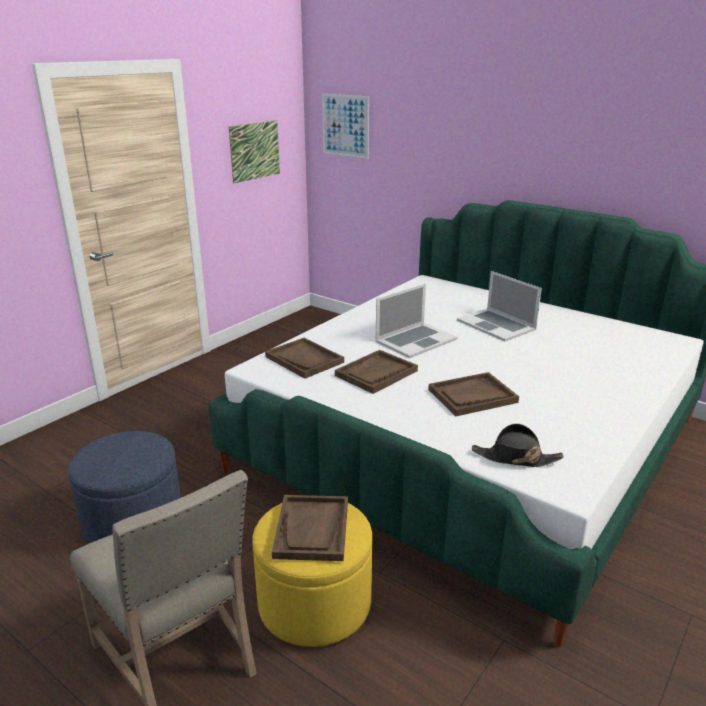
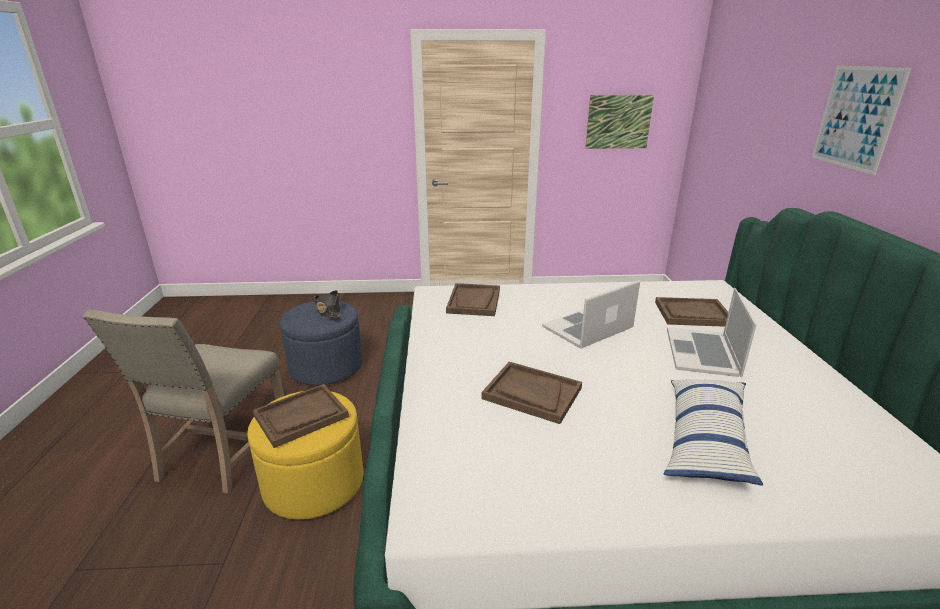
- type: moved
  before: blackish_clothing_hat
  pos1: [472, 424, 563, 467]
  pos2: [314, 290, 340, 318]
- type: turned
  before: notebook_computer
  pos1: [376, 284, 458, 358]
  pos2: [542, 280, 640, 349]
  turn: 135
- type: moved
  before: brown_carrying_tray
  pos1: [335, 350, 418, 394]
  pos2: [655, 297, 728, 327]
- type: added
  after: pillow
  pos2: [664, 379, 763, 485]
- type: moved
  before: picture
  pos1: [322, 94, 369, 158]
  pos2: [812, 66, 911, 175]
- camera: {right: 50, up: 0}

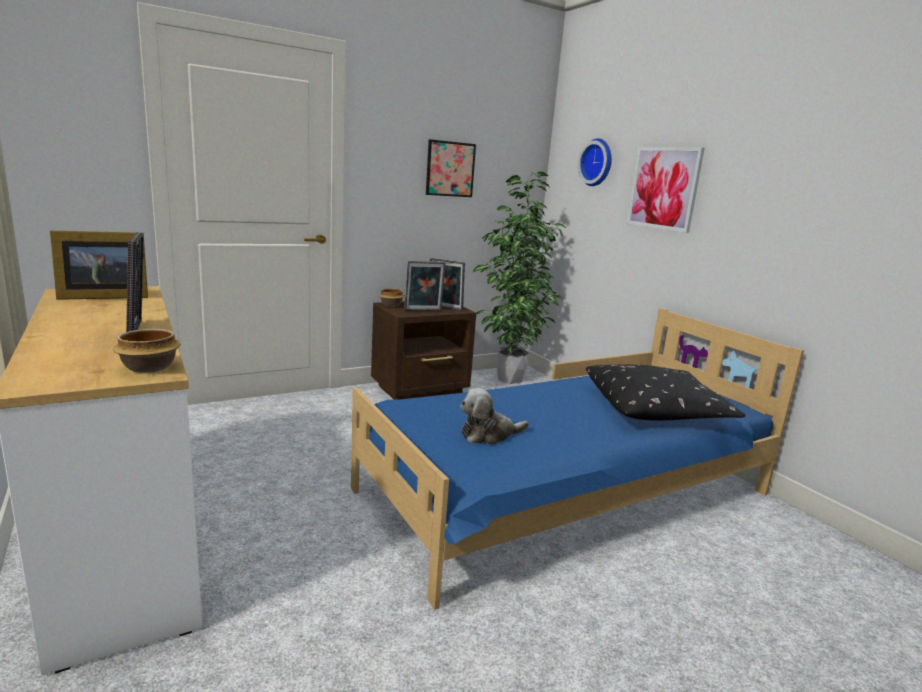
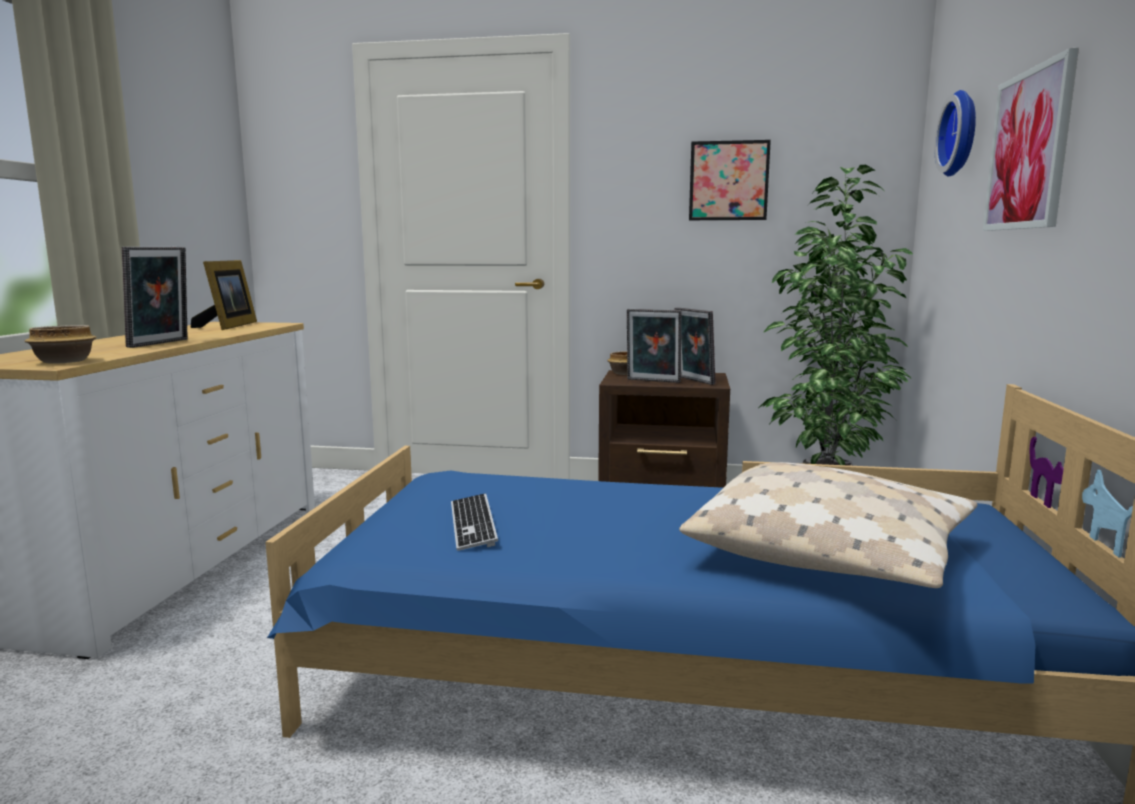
- type: turned
  before: photo_frame
  pos1: [50, 231, 148, 300]
  pos2: [191, 260, 257, 330]
  turn: -105
- type: replaced
  before: plush_toy
  after: computer_keyboard
  pos1: [460, 388, 529, 445]
  pos2: [451, 493, 498, 551]
- type: recoloured
  before: blackish_pillow
  after: beige-coloured_pillow
  pos1: [586, 364, 745, 420]
  pos2: [679, 462, 977, 588]
- camera: {right: 40, up: -5}

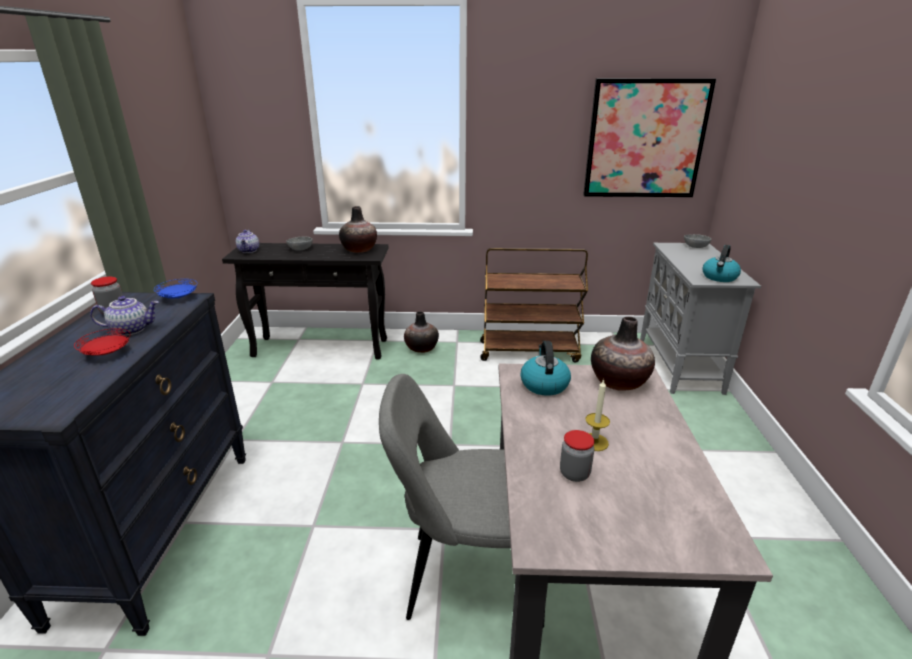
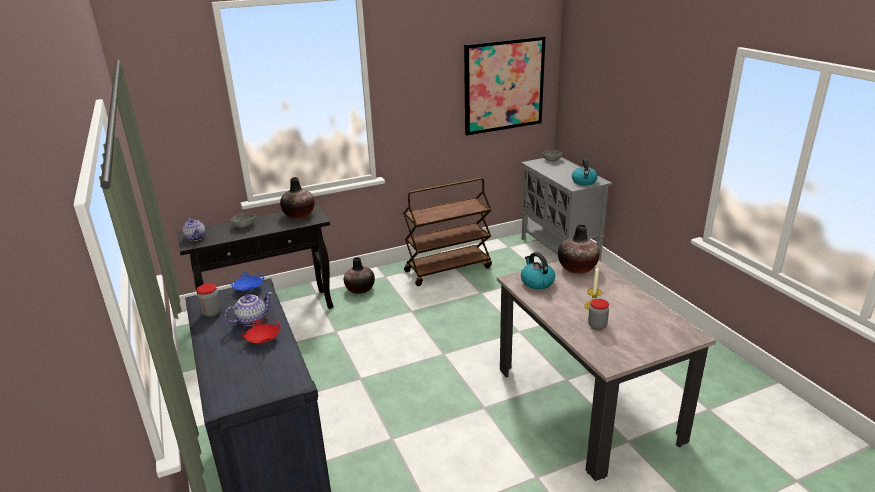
- type: removed
  before: grey_chair
  pos1: [379, 374, 545, 628]
- camera: {right: -25, up: 0}

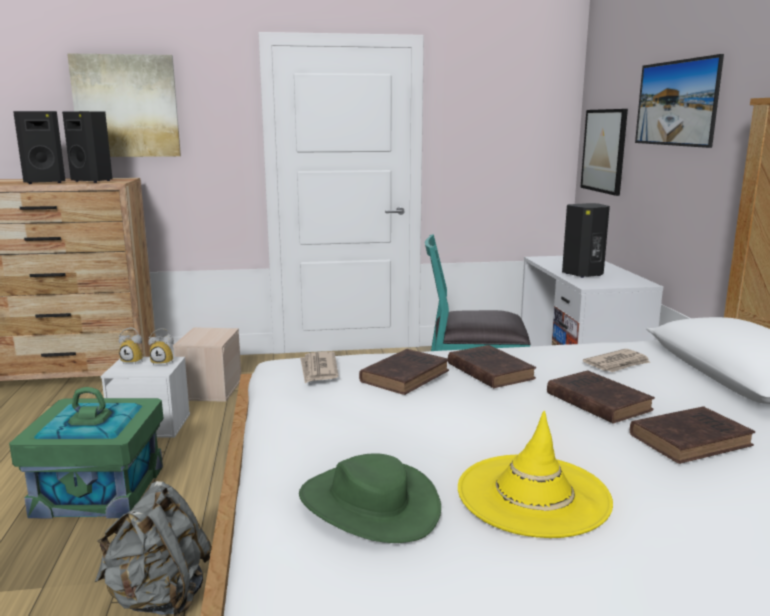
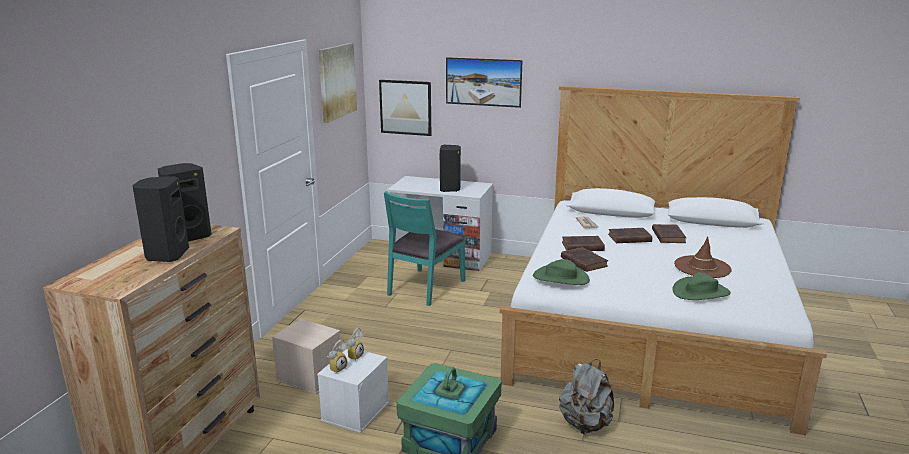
- type: moved
  before: picture
  pos1: [67, 53, 181, 157]
  pos2: [319, 43, 357, 123]
- type: replaced
  before: newspaper
  after: green_clothing_hat
  pos1: [300, 352, 339, 383]
  pos2: [533, 259, 590, 285]
- type: recoloured
  before: yellow_clothing_hat
  after: brown_clothing_hat
  pos1: [458, 411, 613, 538]
  pos2: [674, 236, 732, 278]
- camera: {right: -65, up: 5}

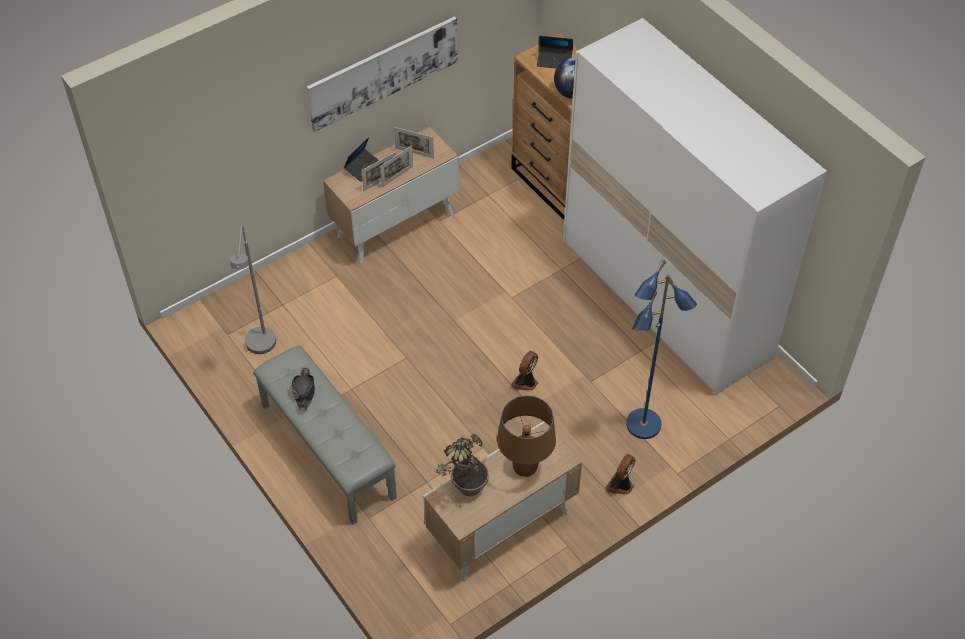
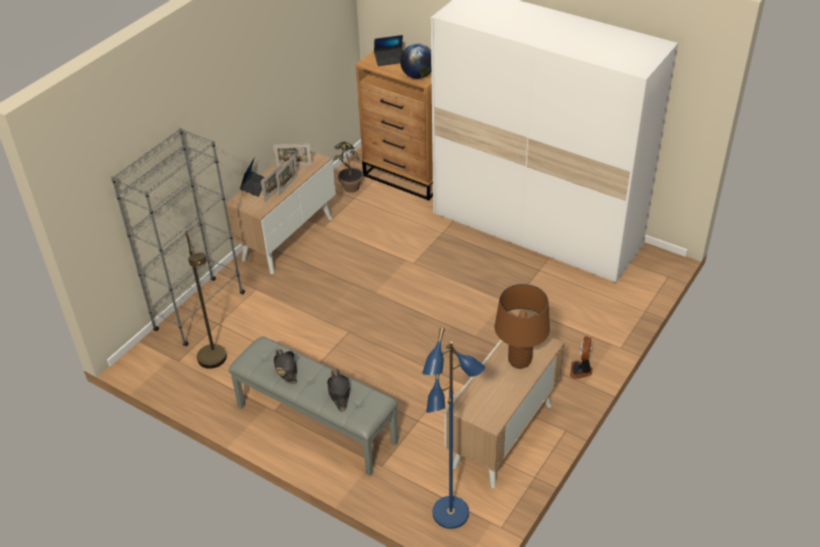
- type: added
  after: grey_bookcase
  pos2: [111, 128, 245, 346]
- type: recoloured
  before: grey_floor_lamp
  after: brown_floor_lamp
  pos1: [230, 225, 276, 354]
  pos2: [186, 231, 227, 369]
- type: added
  after: blackish_clothing_hat
  pos2: [327, 369, 350, 412]
- type: moved
  before: houseplant
  pos1: [433, 434, 489, 496]
  pos2: [333, 141, 363, 193]
- type: moved
  before: blue-coloured_floor_lamp
  pos1: [626, 260, 697, 439]
  pos2: [422, 327, 485, 529]
- type: removed
  before: picture
  pos1: [307, 16, 458, 132]
- type: removed
  before: electric_fan
  pos1: [511, 351, 538, 390]
- camera: {right: -20, up: -10}

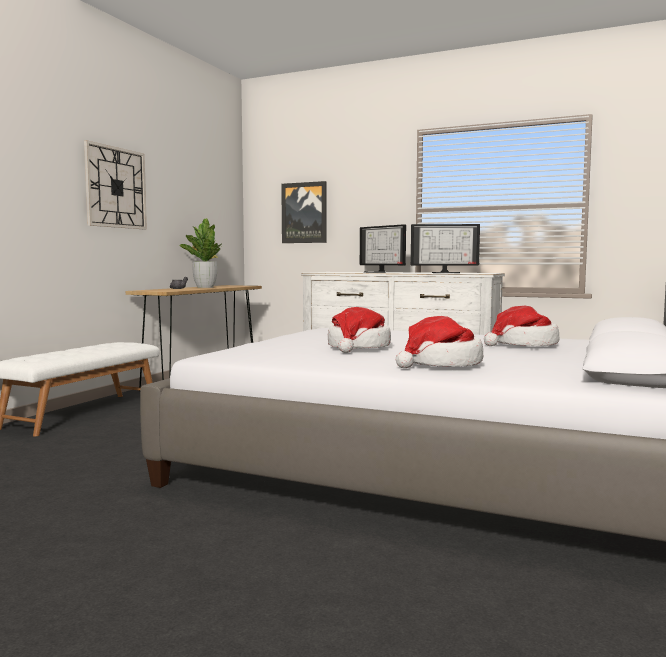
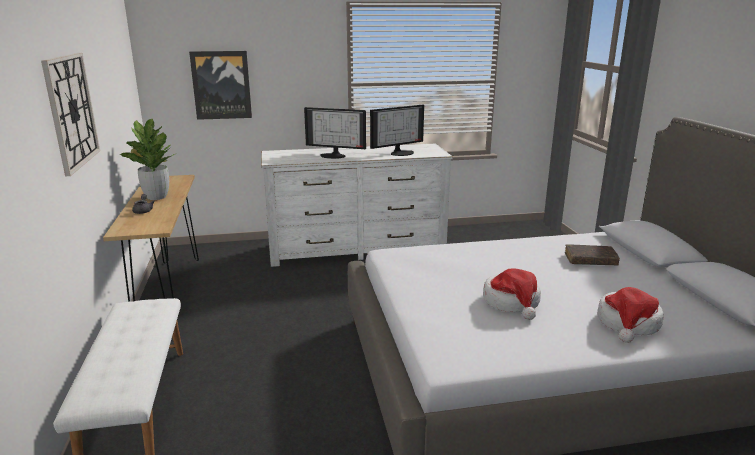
- type: replaced
  before: clothing_hat
  after: brown_bound_book
  pos1: [484, 306, 559, 346]
  pos2: [565, 244, 620, 265]
- camera: {right: -35, up: 15}

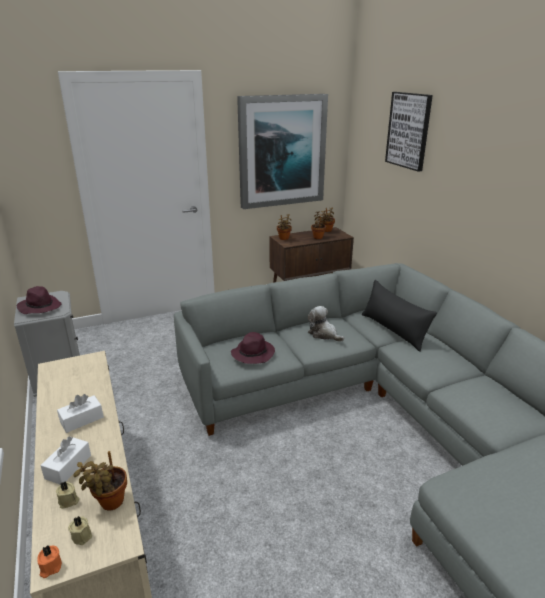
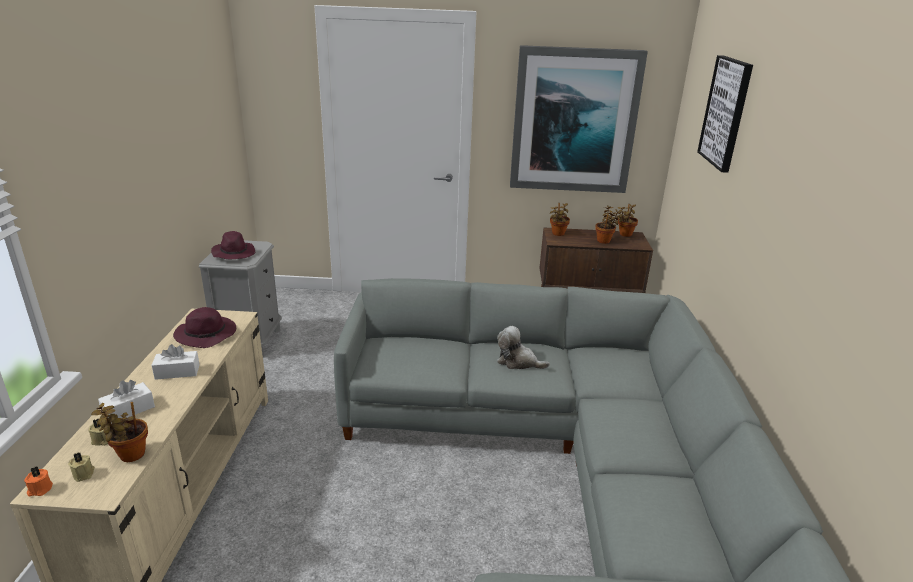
- type: moved
  before: purple-coloured_clothing_hat
  pos1: [231, 332, 275, 364]
  pos2: [173, 307, 236, 348]
- type: turned
  before: plush_toy
  pos1: [308, 306, 344, 342]
  pos2: [497, 326, 550, 369]
  turn: -45
- type: removed
  before: blackish_pillow
  pos1: [362, 280, 437, 352]
- camera: {right: 25, up: 0}

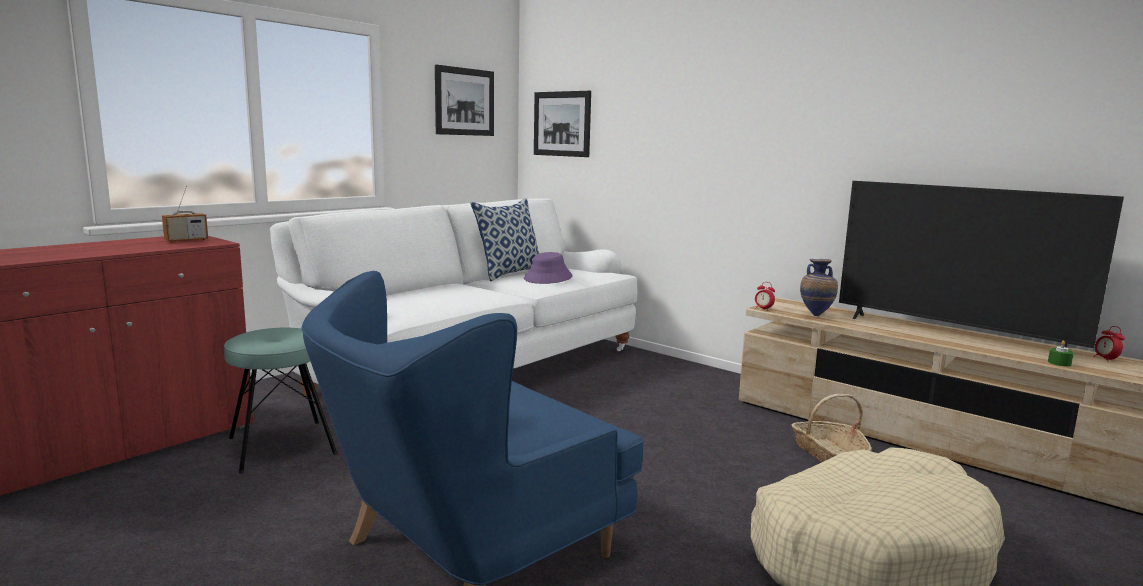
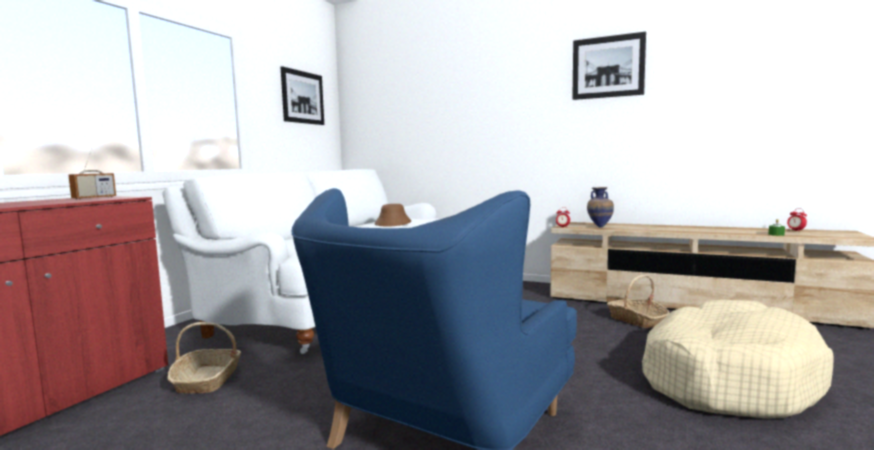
- type: replaced
  before: blue-green_stool
  after: storage_basket
  pos1: [224, 327, 337, 474]
  pos2: [167, 322, 241, 394]
- type: recoloured
  before: purple-coloured_clothing_hat
  after: brown_clothing_hat
  pos1: [524, 252, 573, 284]
  pos2: [375, 204, 411, 227]
- type: moved
  before: picture
  pos1: [534, 91, 591, 157]
  pos2: [572, 32, 646, 100]
- type: removed
  before: pillow
  pos1: [471, 198, 539, 281]
- type: removed
  before: television
  pos1: [839, 181, 1124, 348]
- camera: {right: -15, up: -5}

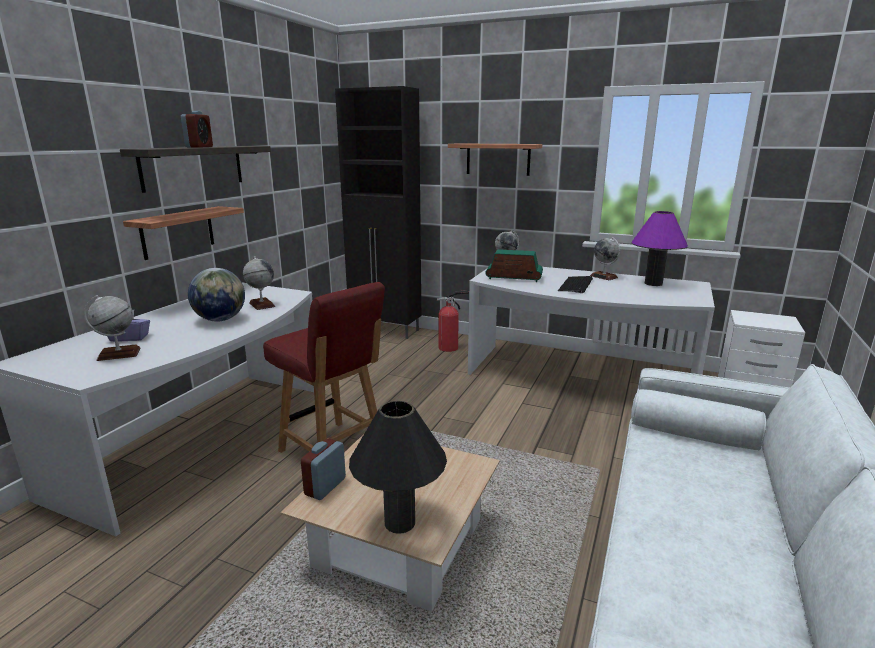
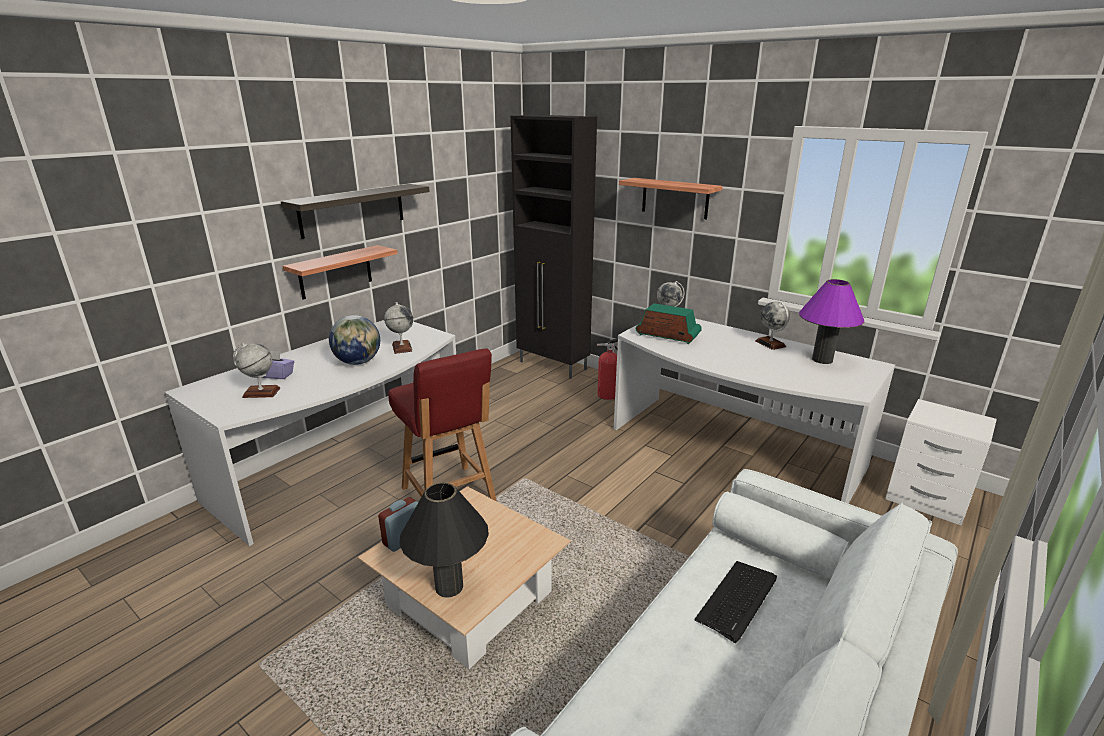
- type: moved
  before: computer_keyboard
  pos1: [558, 276, 593, 293]
  pos2: [694, 561, 777, 643]
- type: removed
  before: alarm_clock
  pos1: [181, 111, 213, 148]
- camera: {right: 15, up: 5}

